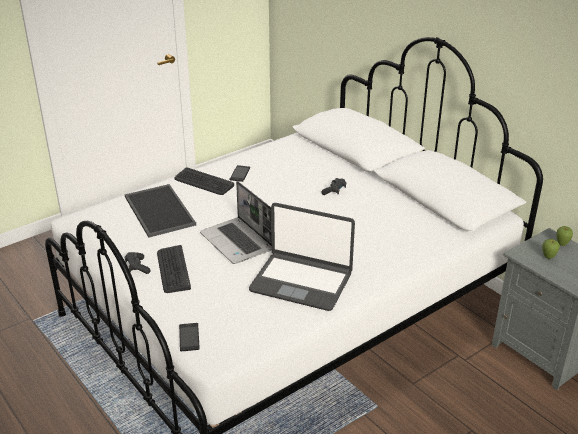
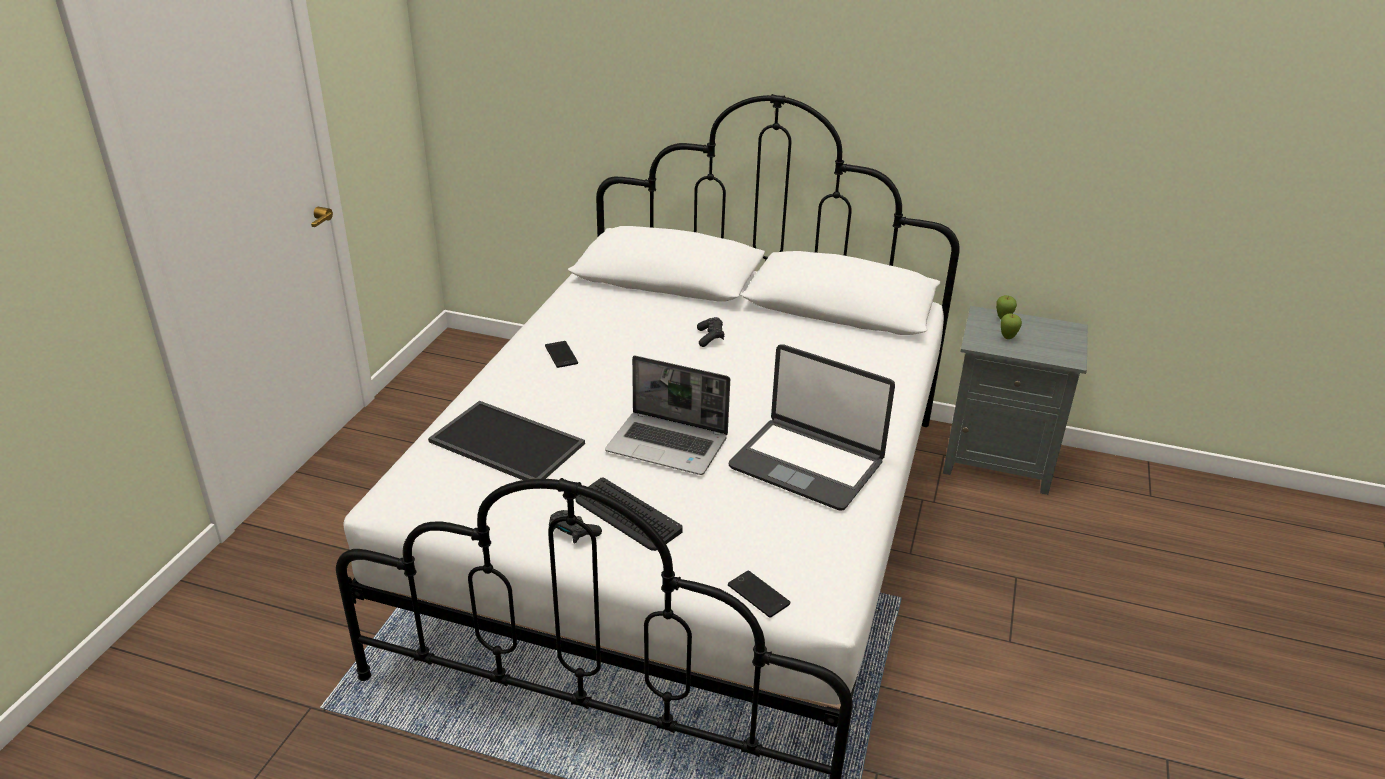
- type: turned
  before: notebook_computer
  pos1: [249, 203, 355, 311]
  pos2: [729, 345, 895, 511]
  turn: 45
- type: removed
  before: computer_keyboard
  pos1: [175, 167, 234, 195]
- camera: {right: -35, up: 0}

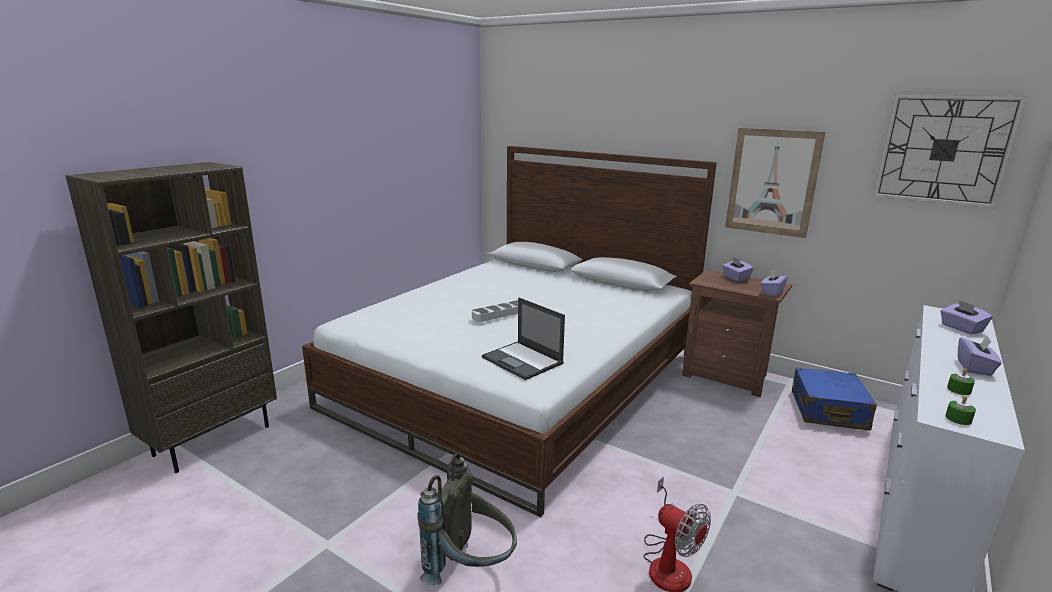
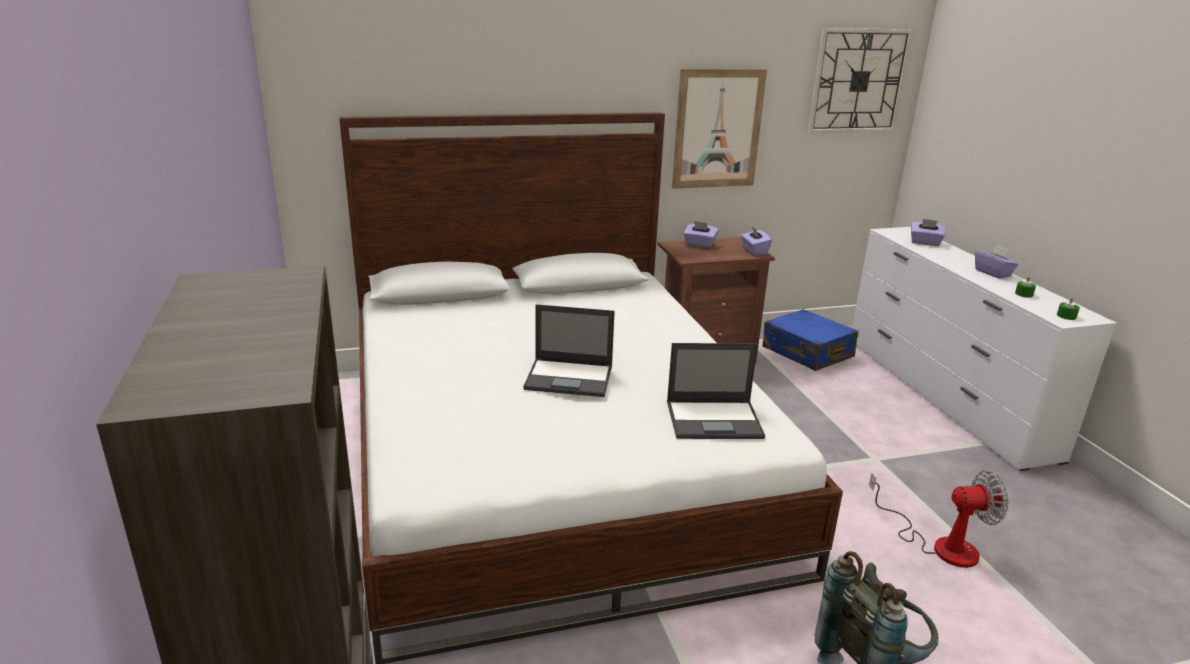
- type: replaced
  before: grey_carrying_tray
  after: notebook_computer
  pos1: [472, 300, 518, 322]
  pos2: [523, 304, 615, 397]
- camera: {right: -50, up: 5}

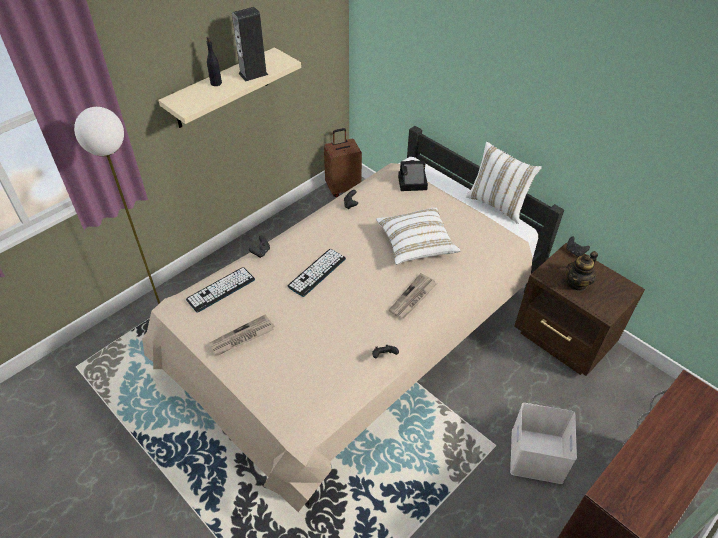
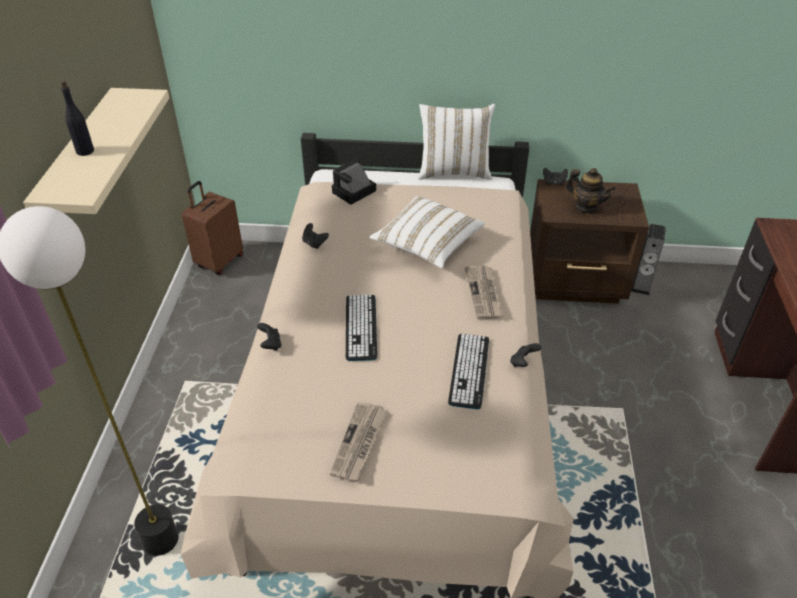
- type: moved
  before: computer_keyboard
  pos1: [186, 267, 255, 313]
  pos2: [448, 334, 489, 409]
- type: turned
  before: teapot
  pos1: [566, 251, 598, 292]
  pos2: [565, 168, 615, 213]
  turn: -60
- type: moved
  before: audio_speaker
  pos1: [232, 7, 269, 82]
  pos2: [631, 224, 666, 295]
- type: removed
  before: white-coloured_storage_box
  pos1: [510, 403, 577, 484]
- camera: {right: -40, up: -5}

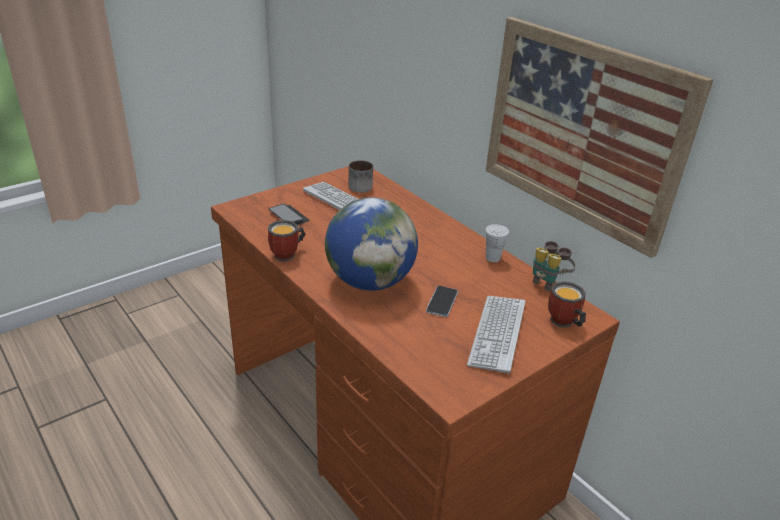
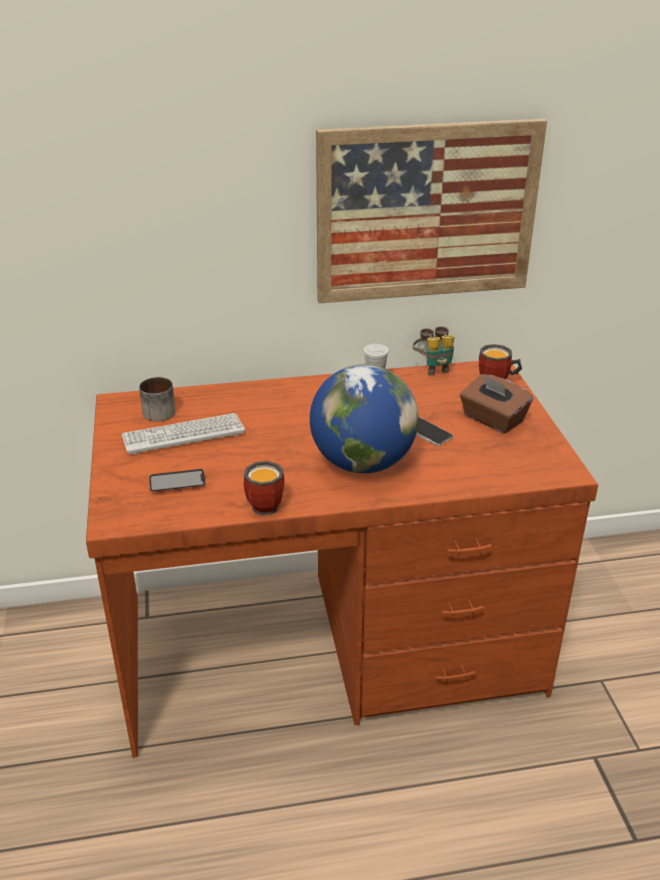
- type: replaced
  before: computer_keyboard
  after: brown_tissue_holder
  pos1: [467, 296, 525, 373]
  pos2: [460, 374, 533, 433]
- camera: {right: -60, up: 0}

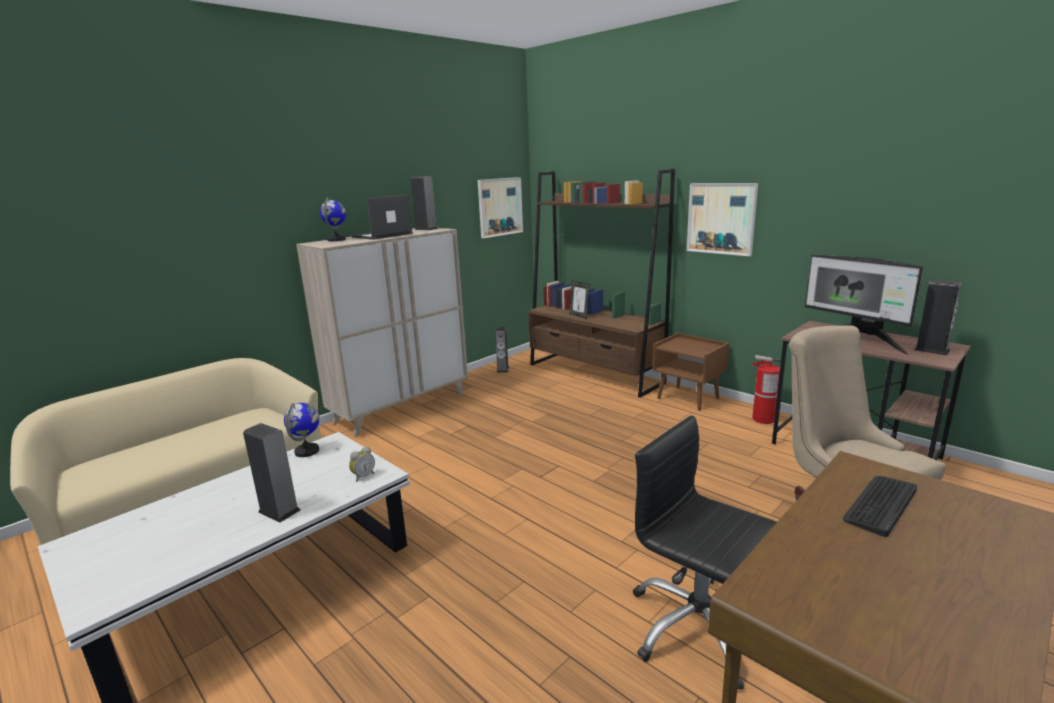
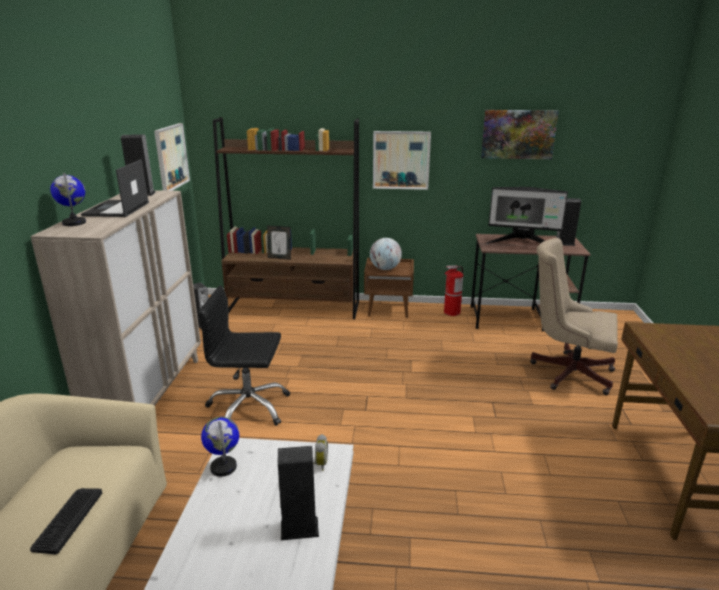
- type: moved
  before: computer_keyboard
  pos1: [843, 476, 917, 537]
  pos2: [30, 488, 102, 555]
- type: moved
  before: blackish_desk_chair
  pos1: [633, 415, 777, 690]
  pos2: [198, 286, 290, 426]
- type: added
  after: globe
  pos2: [370, 238, 402, 270]
- type: added
  after: picture
  pos2: [481, 110, 559, 159]
- camera: {right: -40, up: 5}

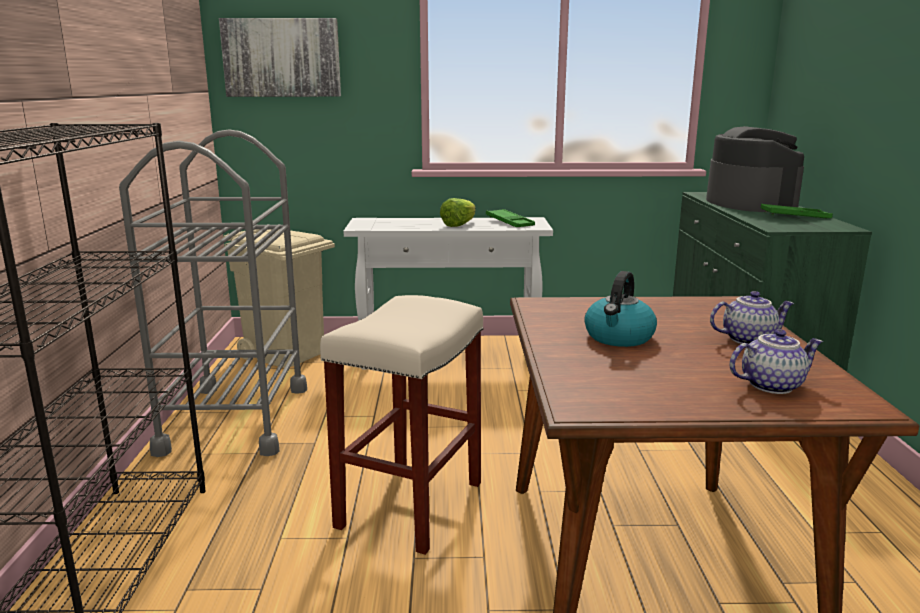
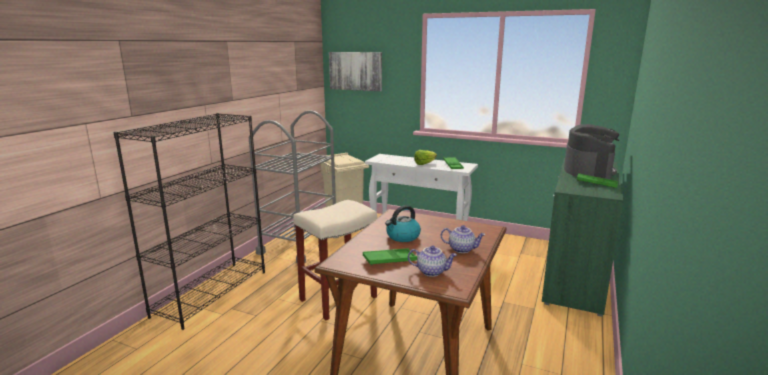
- type: added
  after: green_carrying_tray
  pos2: [363, 248, 417, 265]
- camera: {right: 25, up: 0}

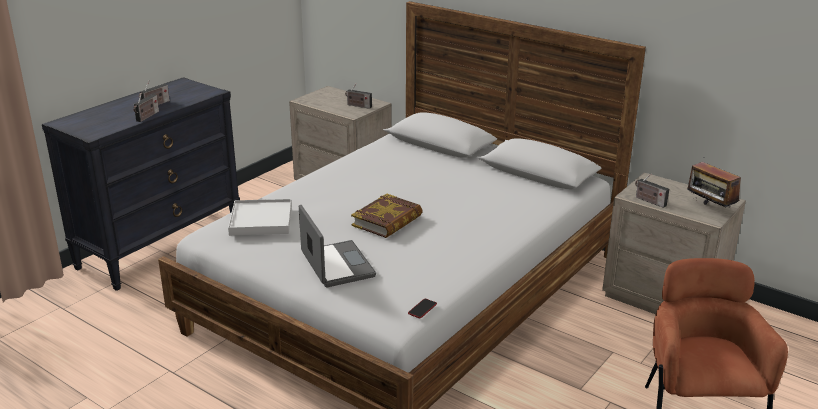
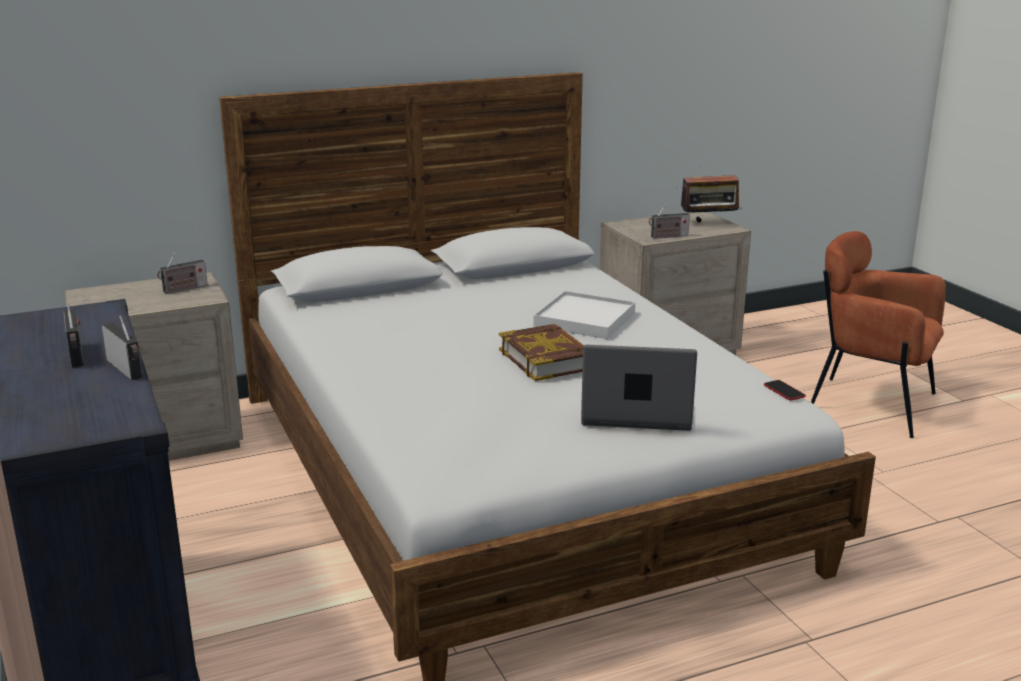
- type: moved
  before: white-coloured_carrying_tray
  pos1: [228, 199, 292, 236]
  pos2: [534, 291, 635, 339]
- camera: {right: -60, up: -5}

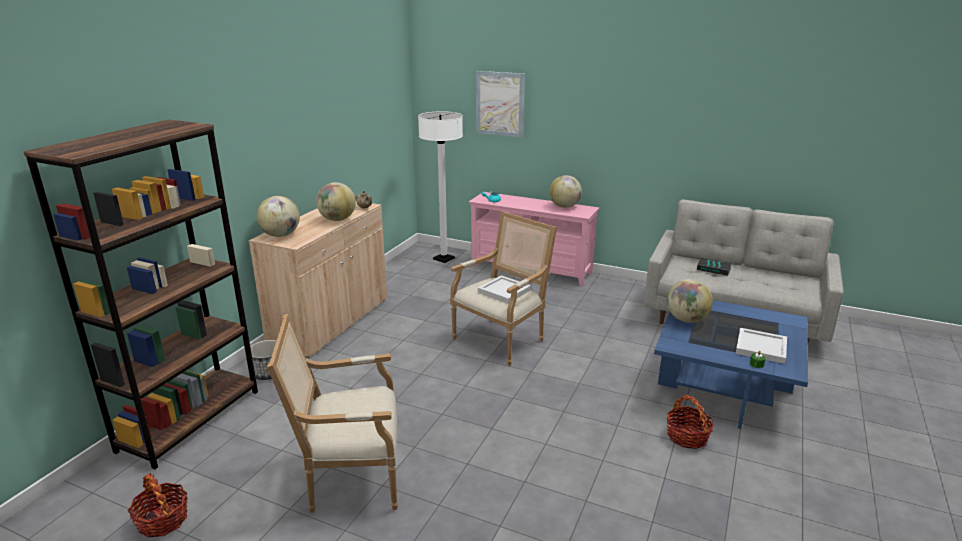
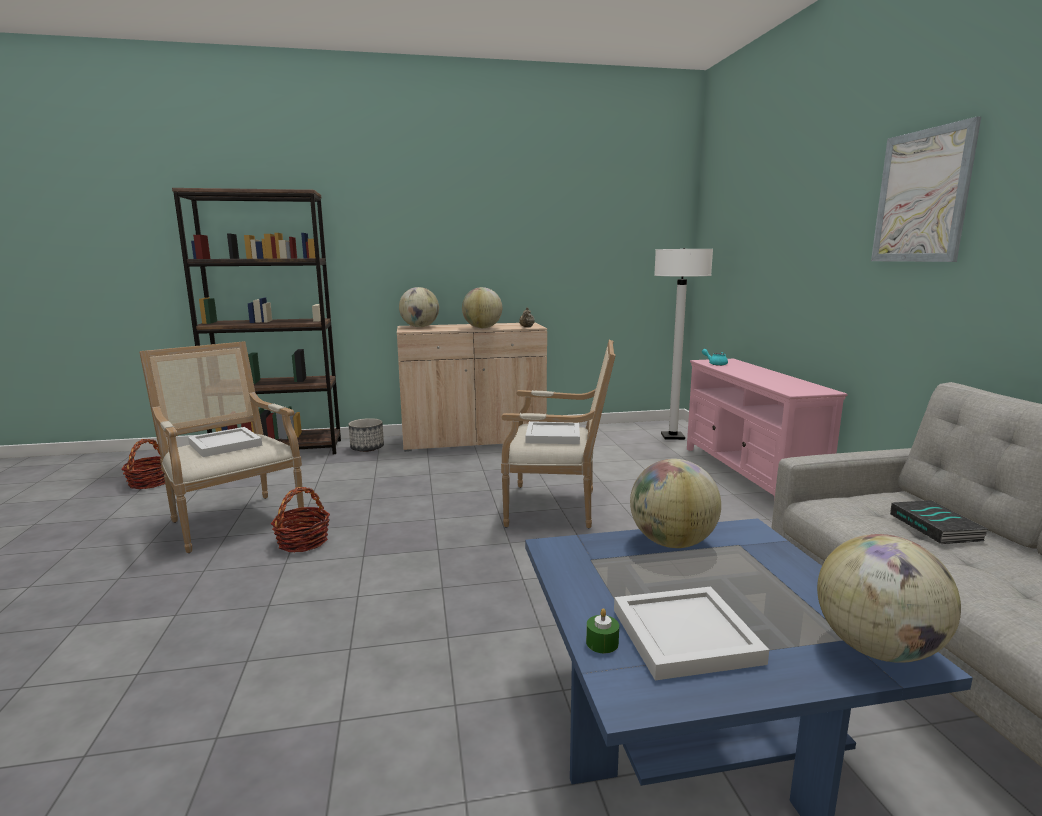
- type: added
  after: white-coloured_carrying_tray
  pos2: [188, 427, 262, 457]
- type: moved
  before: storage_basket
  pos1: [667, 395, 714, 449]
  pos2: [270, 487, 330, 553]
- type: moved
  before: globe
  pos1: [549, 175, 582, 208]
  pos2: [817, 534, 961, 663]
- type: moved
  before: picture
  pos1: [476, 71, 525, 137]
  pos2: [871, 117, 981, 262]
- camera: {right: 55, up: -10}

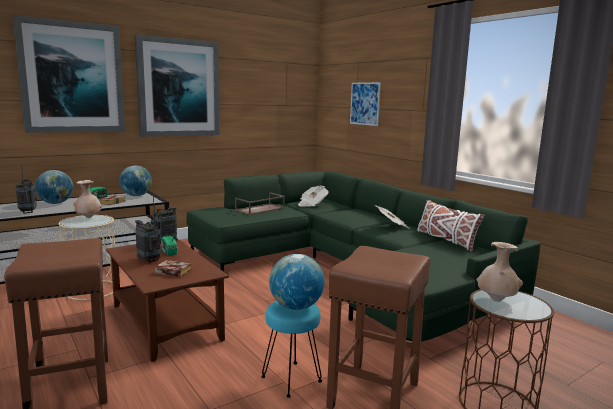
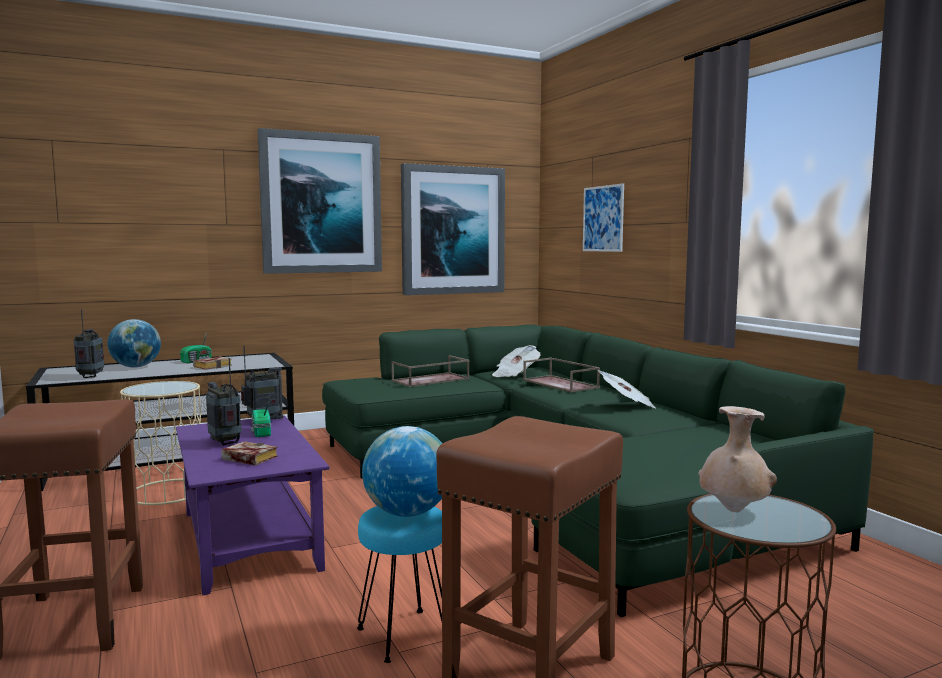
- type: recoloured
  before: brown_low_table
  after: purple-coloured_low_table
  pos1: [106, 239, 229, 362]
  pos2: [176, 415, 329, 595]
- type: moved
  before: picture
  pos1: [13, 15, 125, 133]
  pos2: [401, 163, 505, 295]
- type: added
  after: brown_carrying_tray
  pos2: [523, 358, 600, 393]
- type: removed
  before: beige-coloured_vase
  pos1: [73, 180, 101, 218]
- type: removed
  before: globe
  pos1: [119, 165, 152, 196]
- type: removed
  before: white-coloured_pillow
  pos1: [417, 200, 485, 252]
- camera: {right: 10, up: -5}

